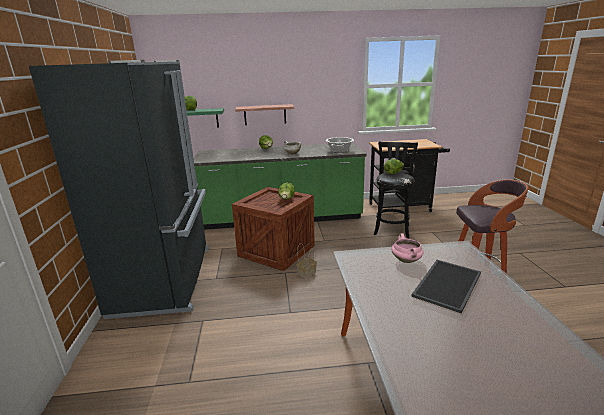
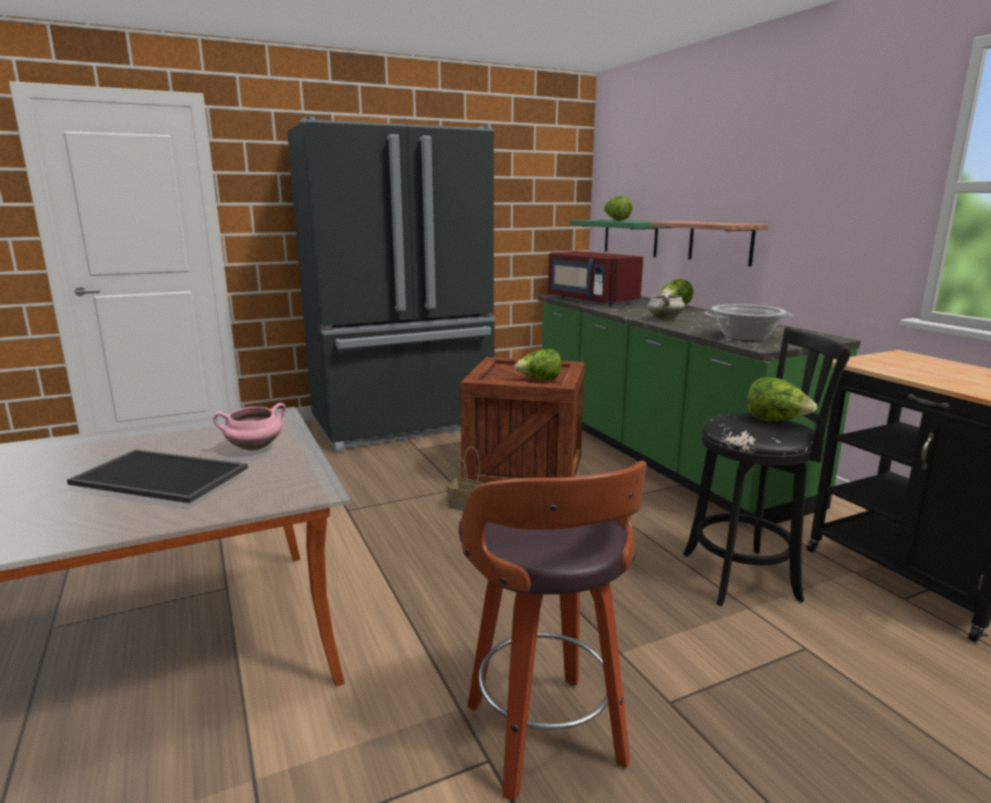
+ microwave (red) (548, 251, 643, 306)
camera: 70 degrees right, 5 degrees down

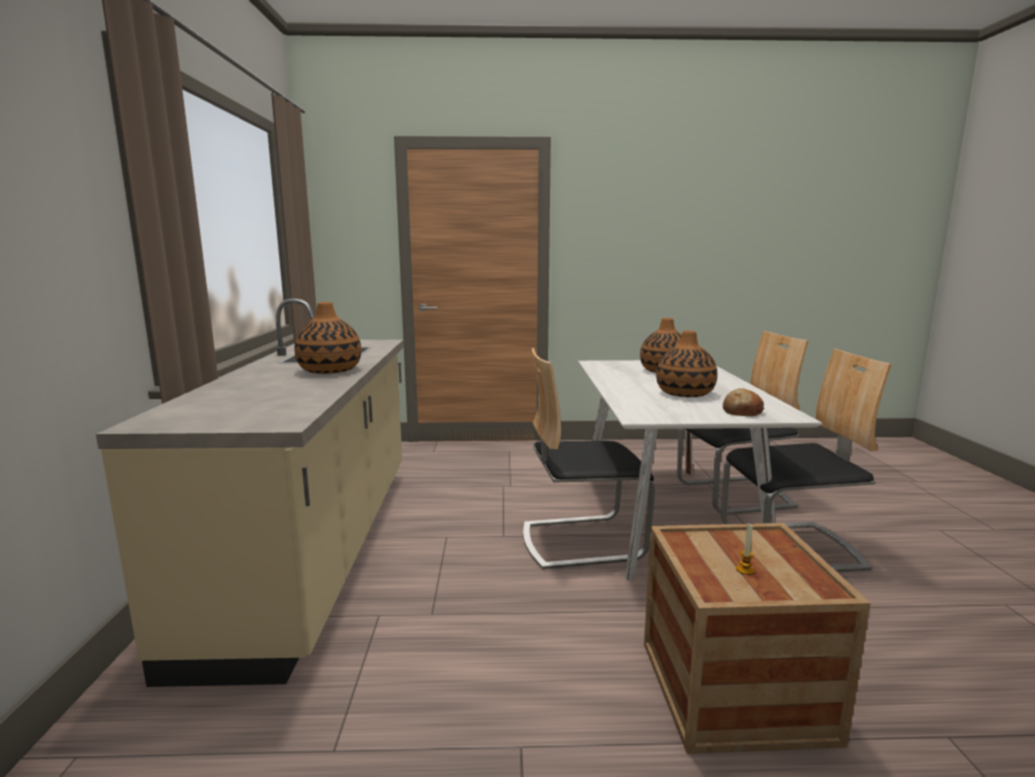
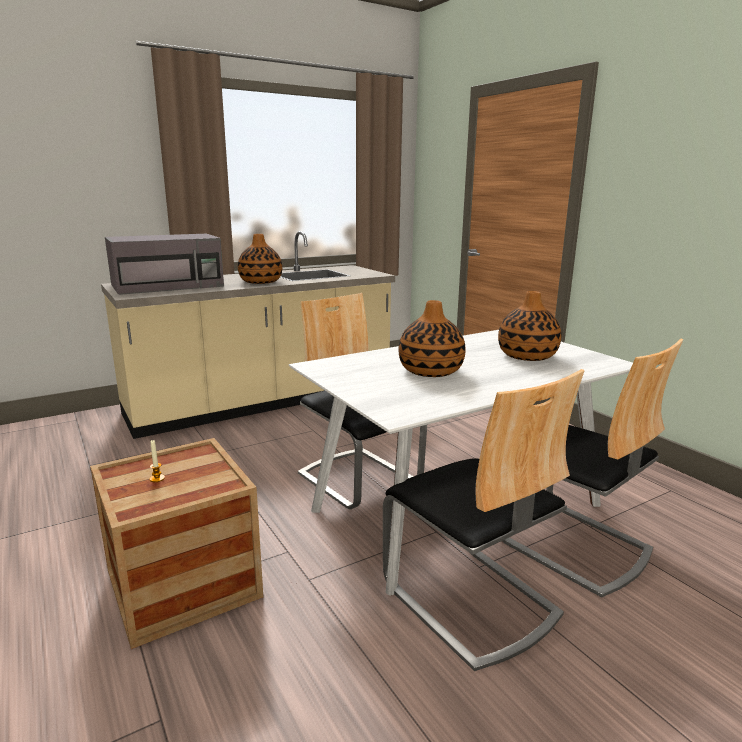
- bread (723, 388, 765, 416)
+ microwave (grey) (105, 234, 224, 295)
camera: 60 degrees right, 5 degrees up

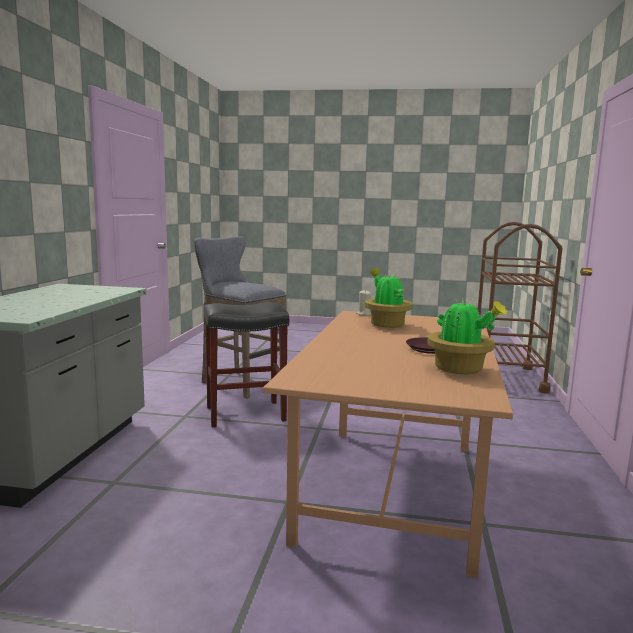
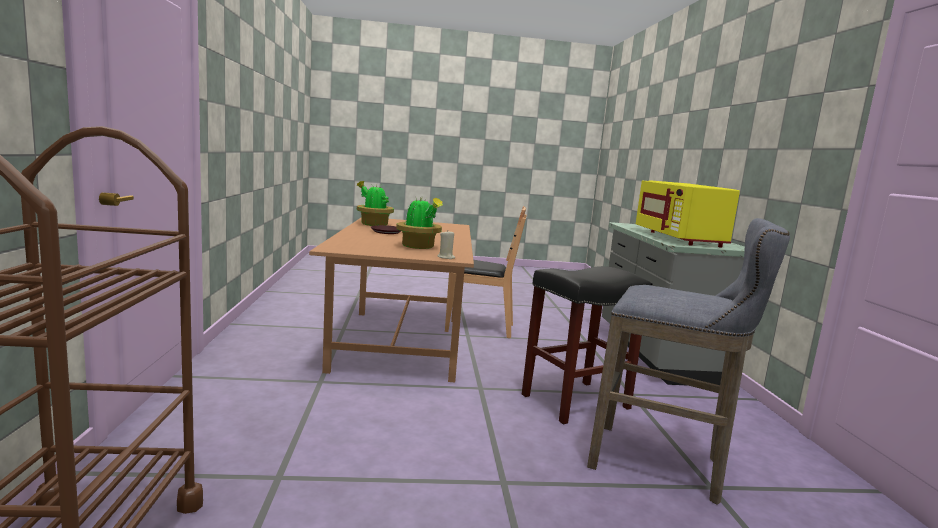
+ chair (brown) (445, 206, 527, 338)
+ microwave (yellow) (636, 180, 740, 248)
camera: 165 degrees right, 0 degrees up

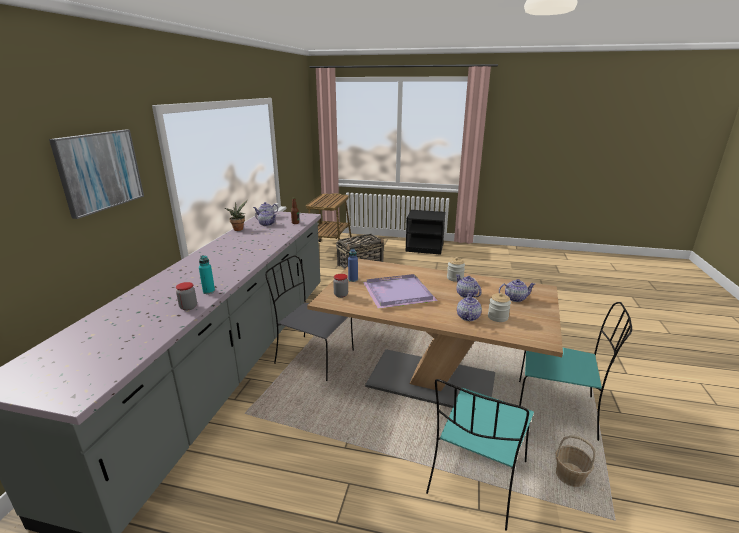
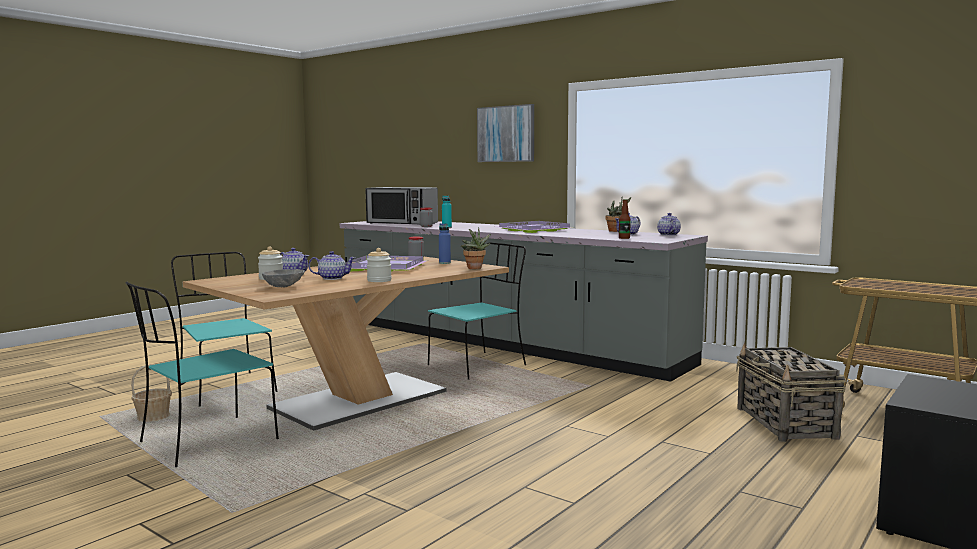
+ microwave (365, 187, 438, 224)
+ potted plant (461, 227, 491, 269)
+ tray (purple) (499, 221, 575, 233)
~ teapot (499, 279, 535, 302) to bowl (grey) (262, 269, 305, 287)
~ chair (grey) (265, 255, 354, 381) to chair (turquoise) (428, 243, 526, 380)
camera: 115 degrees right, 15 degrees down

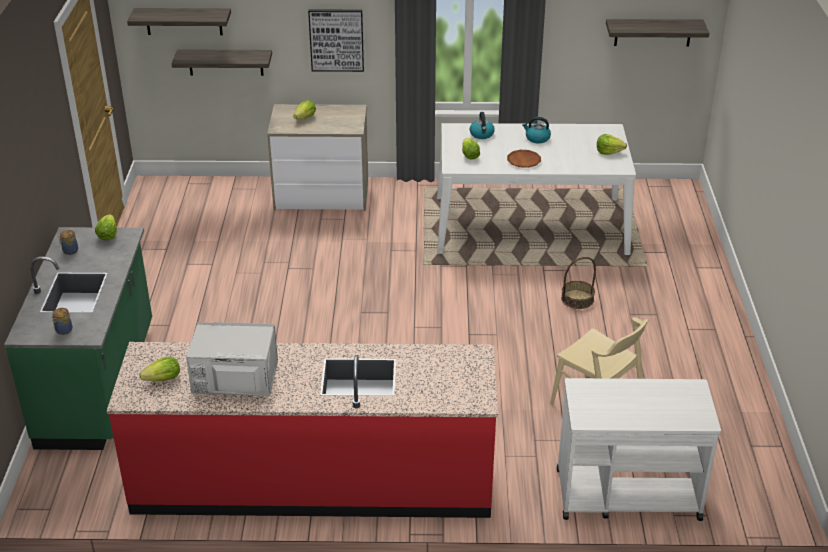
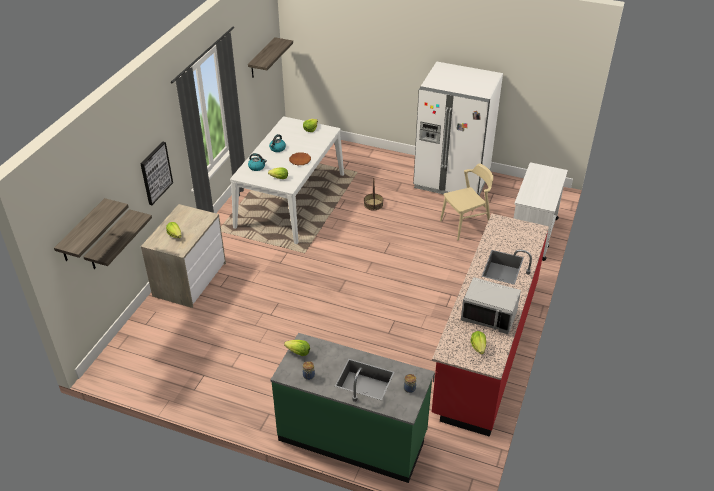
+ fridge (white) (413, 62, 503, 196)
~ microwave (grey) (186, 322, 278, 396) = (461, 277, 521, 334) 90 degrees counterclockwise
camera: 70 degrees left, 5 degrees up

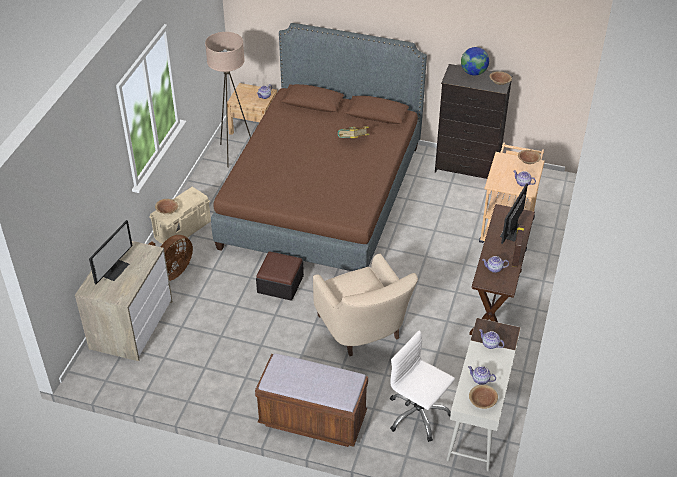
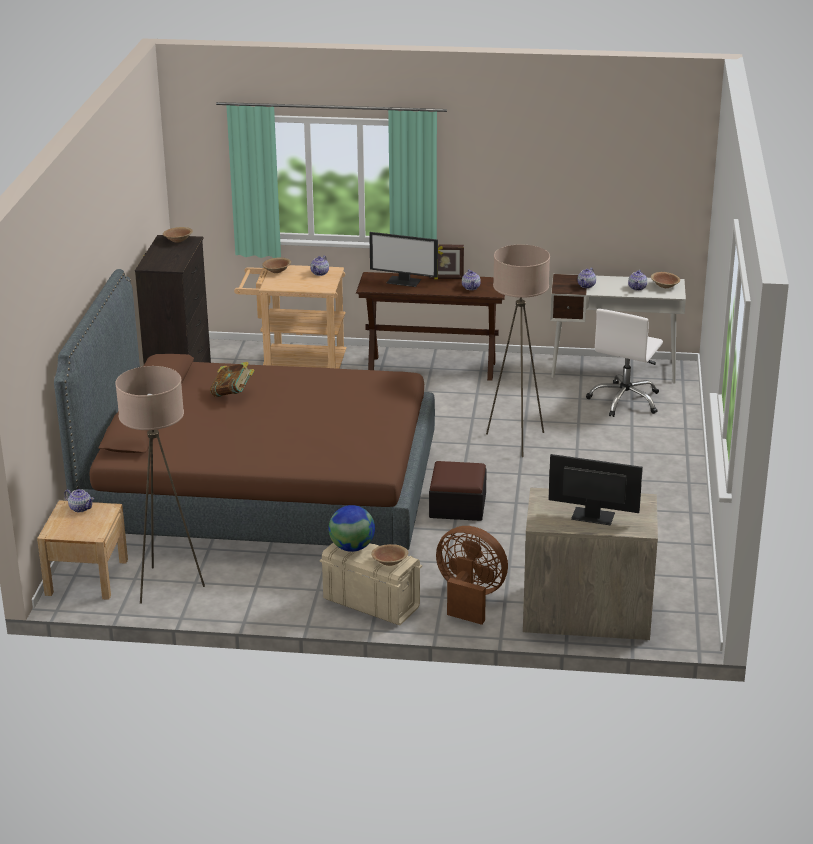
- bench (brown) (255, 353, 368, 447)
~ globe (461, 47, 489, 75) to (329, 505, 375, 552)
~ armchair (beige) (313, 254, 418, 356) to floor lamp (beige) (486, 245, 550, 457)
camera: 100 degrees left, 15 degrees down

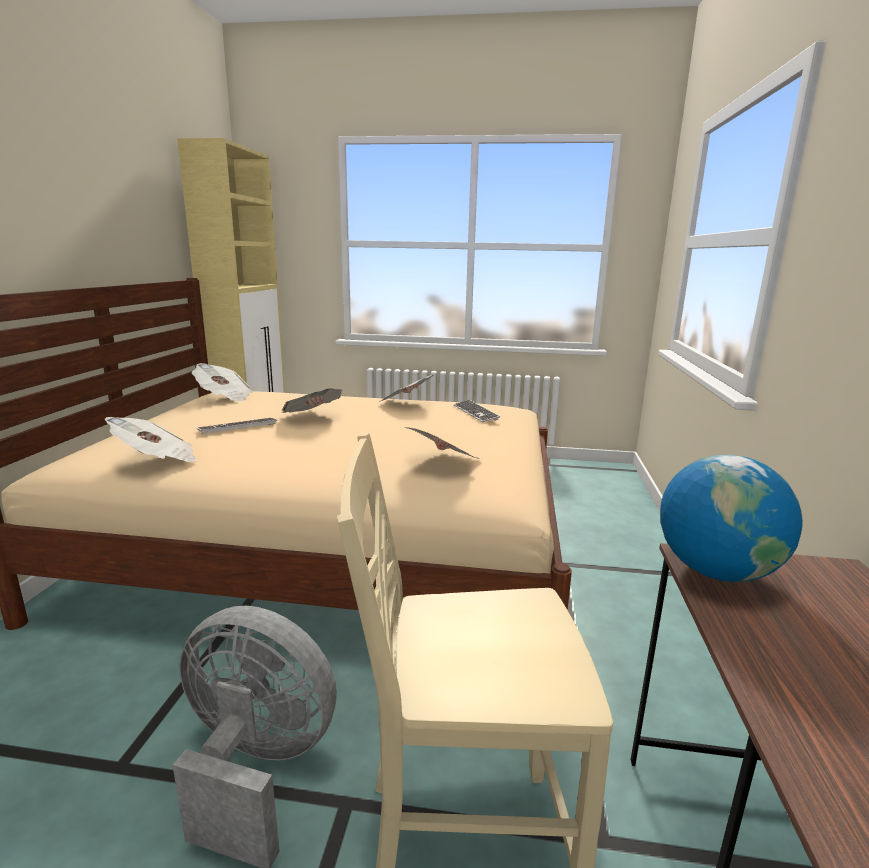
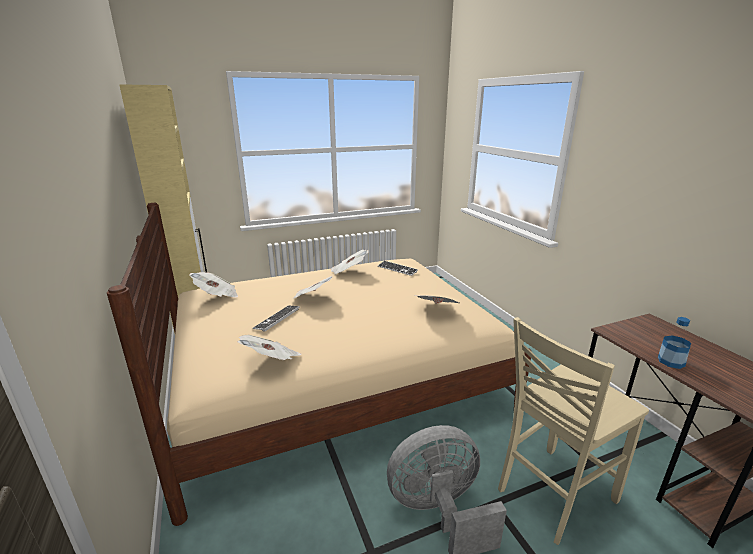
- globe (660, 455, 803, 582)
+ bottle (658, 317, 691, 369)
camera: 30 degrees left, 5 degrees up

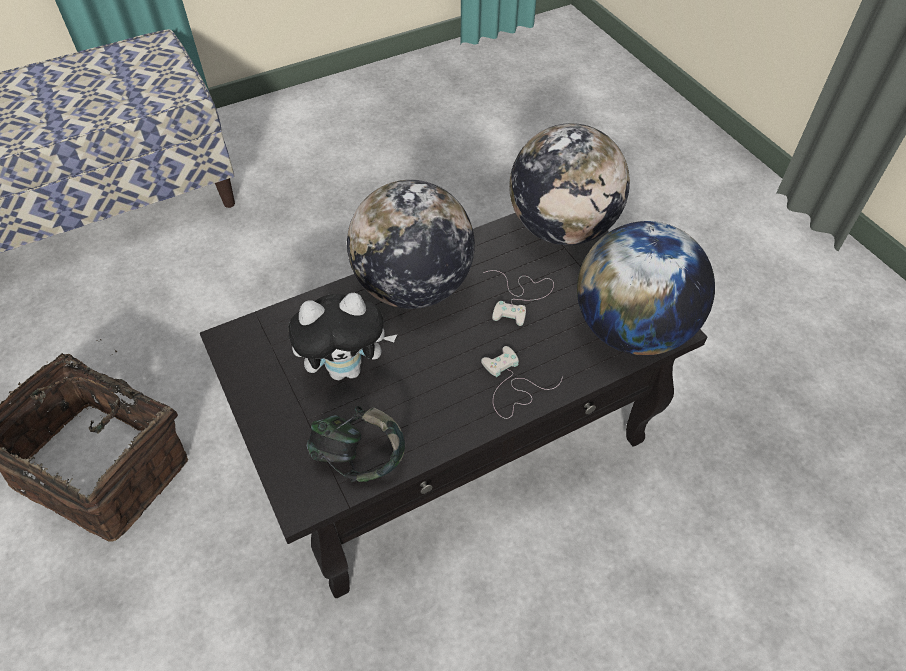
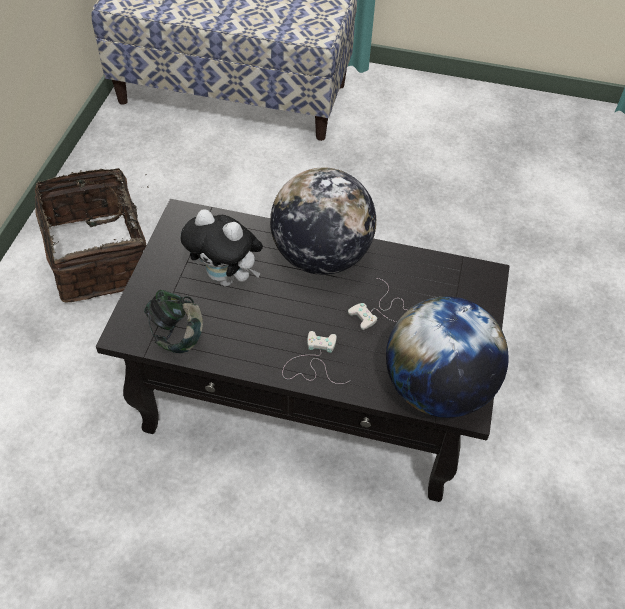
- globe (509, 123, 630, 245)
camera: 40 degrees right, 0 degrees up

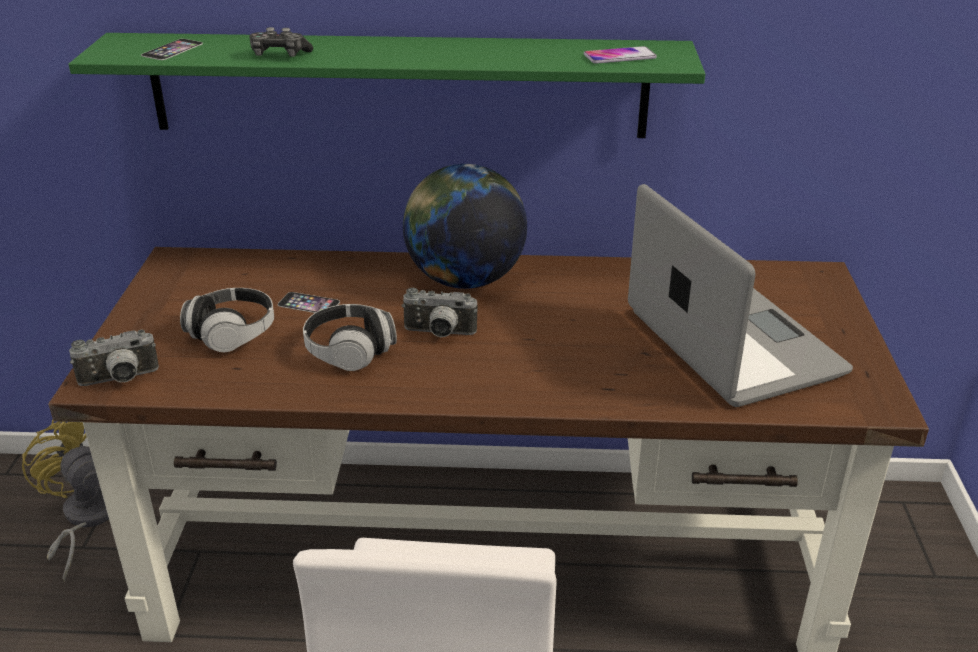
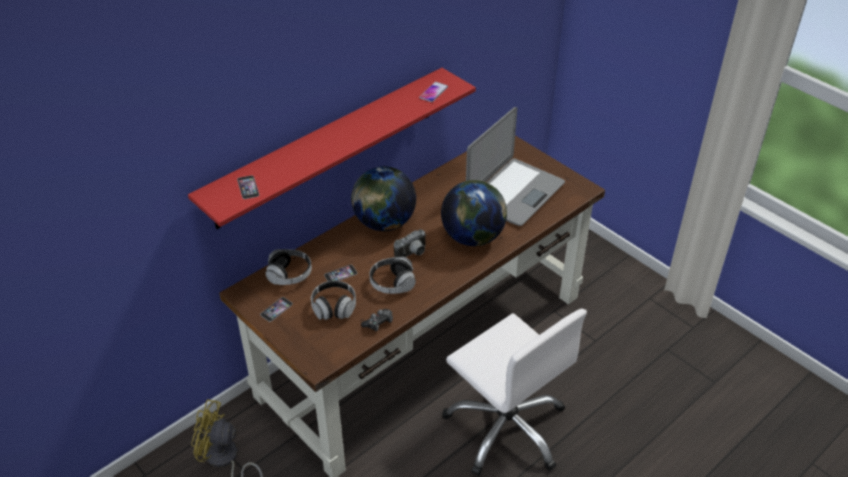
- photo camera (69, 329, 159, 386)
+ phone (260, 297, 293, 322)
+ headphones (265, 249, 312, 285)
+ globe (441, 180, 507, 246)
~ game controller (249, 27, 313, 57) to (361, 309, 393, 331)
~ shelf (green) (69, 33, 705, 138) to shelf (red) (188, 68, 476, 229)
~ laptop (628, 184, 853, 407) = (466, 107, 565, 226) 105 degrees clockwise
camera: 45 degrees left, 10 degrees up

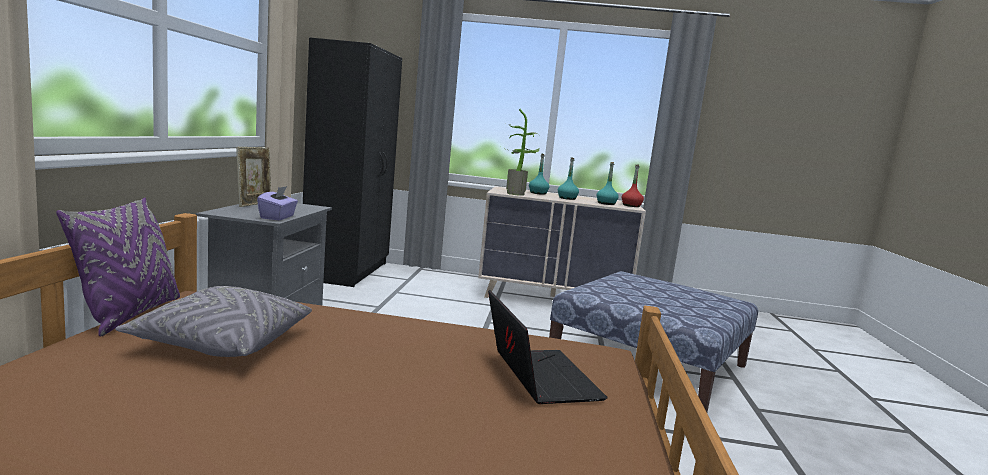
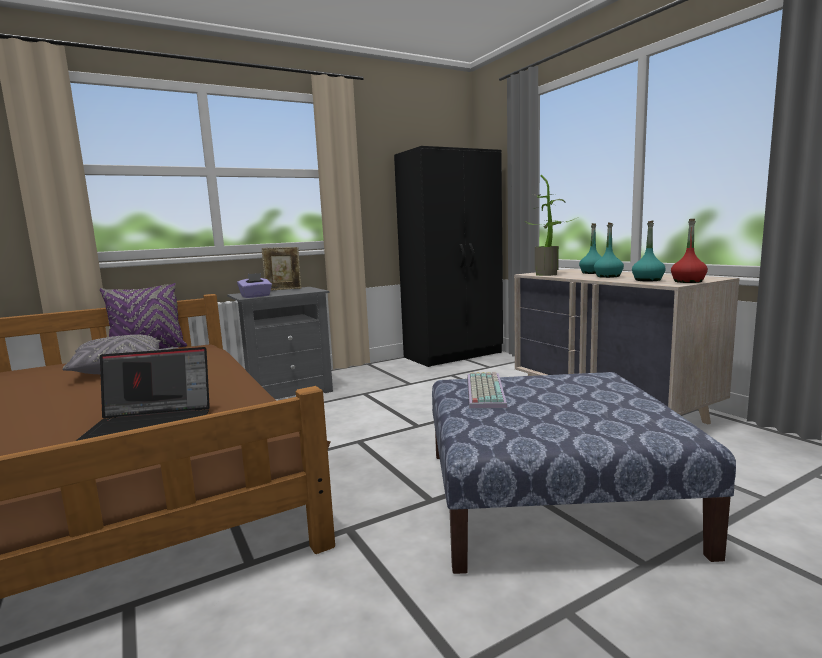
+ keyboard (467, 372, 508, 409)
~ laptop (488, 290, 608, 404) = (76, 347, 210, 441) 45 degrees clockwise
camera: 55 degrees right, 0 degrees up

